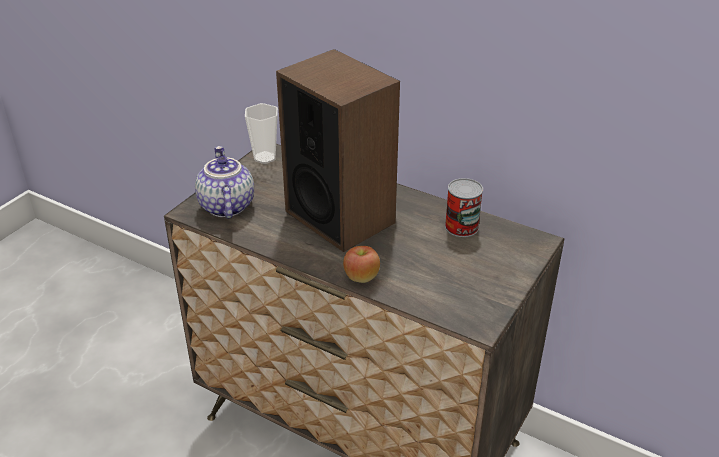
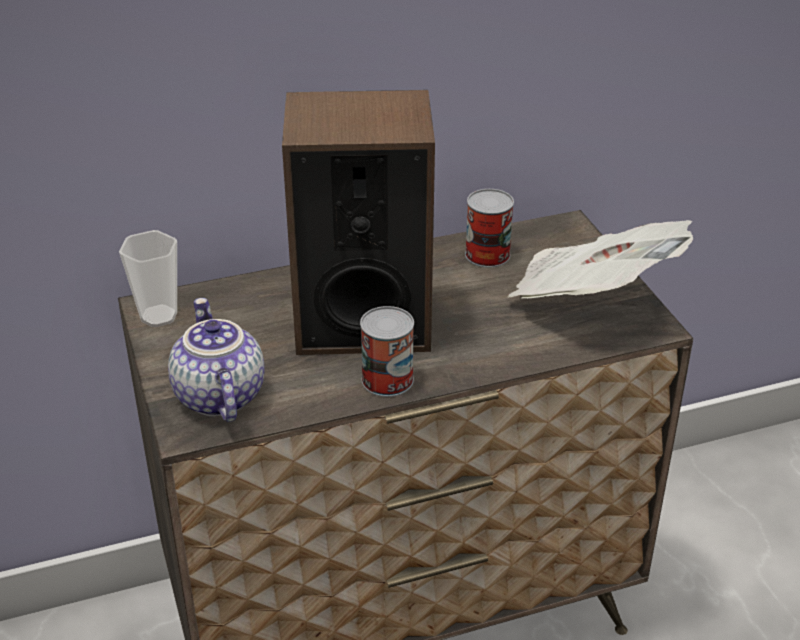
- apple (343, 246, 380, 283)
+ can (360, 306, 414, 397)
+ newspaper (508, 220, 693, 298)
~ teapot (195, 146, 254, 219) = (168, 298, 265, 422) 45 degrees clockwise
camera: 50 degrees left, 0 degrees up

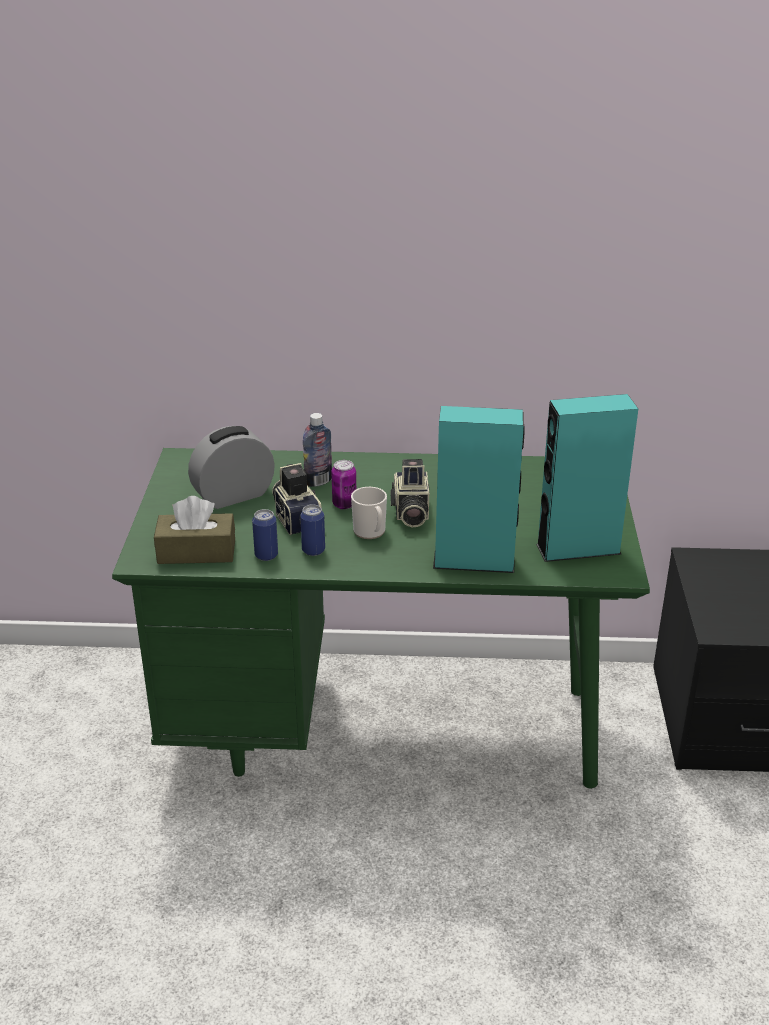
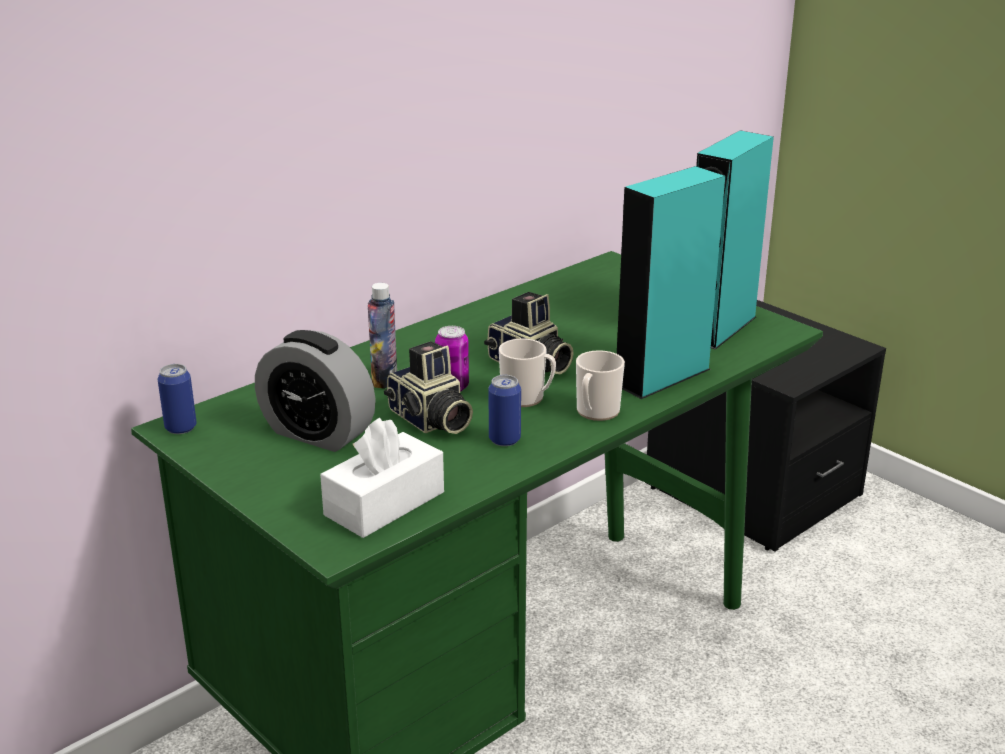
+ mug (576, 350, 625, 421)
~ can (252, 509, 278, 561) to (158, 364, 197, 434)
~ tissue box (brown) (154, 496, 235, 564) to tissue box (white) (320, 418, 444, 538)
~ alarm clock (188, 426, 275, 509) = (255, 330, 376, 452) 75 degrees counterclockwise
~ photo camera (272, 463, 325, 535) = (384, 341, 473, 434) 150 degrees counterclockwise
camera: 45 degrees left, 5 degrees down

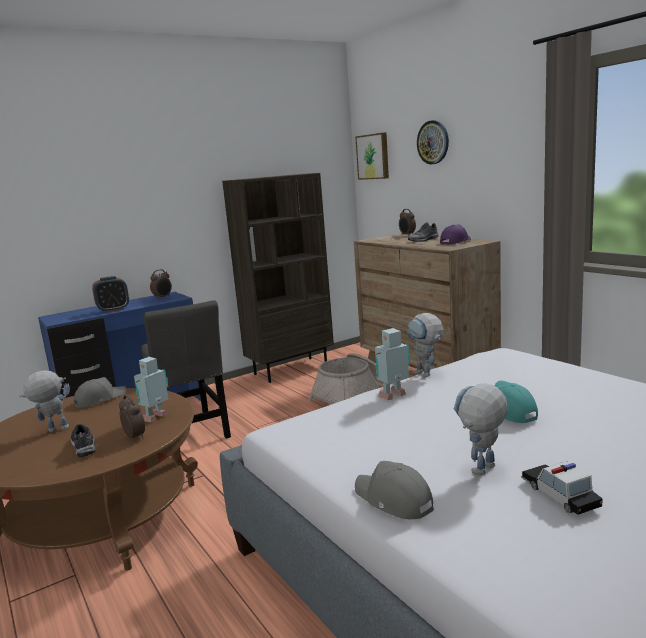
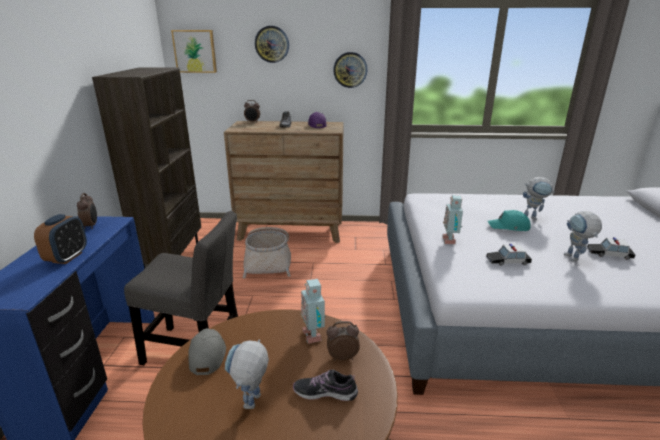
- cap (grey) (355, 461, 434, 519)
+ wall clock (333, 52, 367, 88)
+ toy car (486, 243, 532, 266)
~ toy robot (407, 313, 444, 378) to (523, 177, 555, 220)
camera: 55 degrees left, 10 degrees up

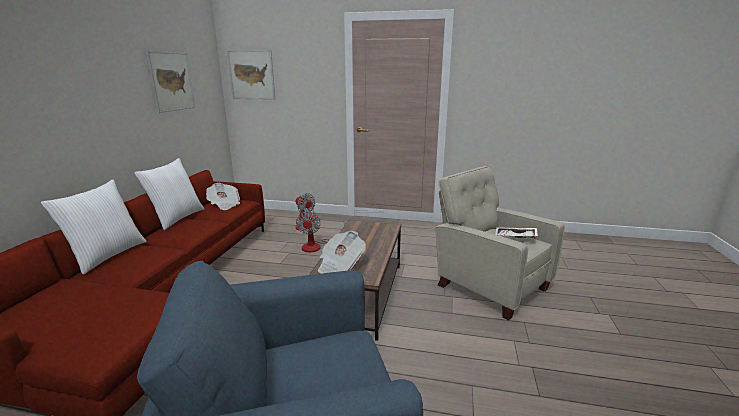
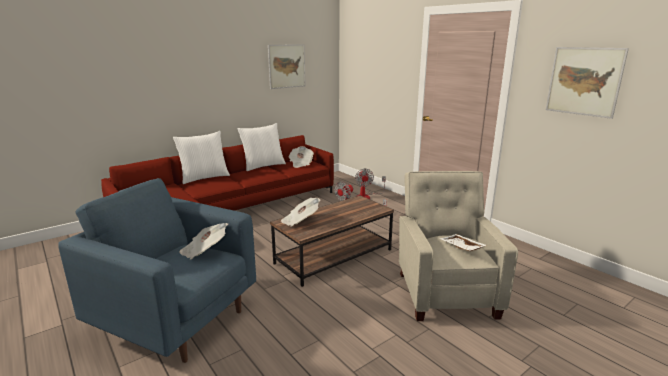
+ newspaper (179, 223, 228, 260)
~ picture (227, 50, 275, 100) to (546, 47, 629, 119)
camera: 40 degrees right, 0 degrees up

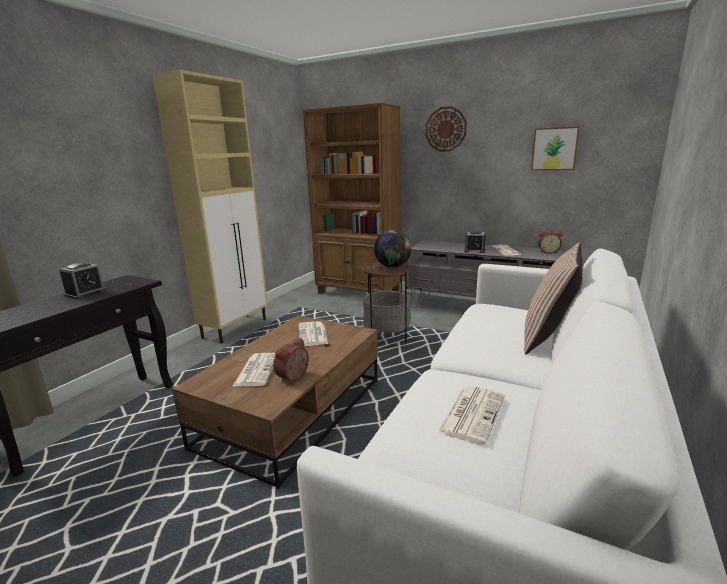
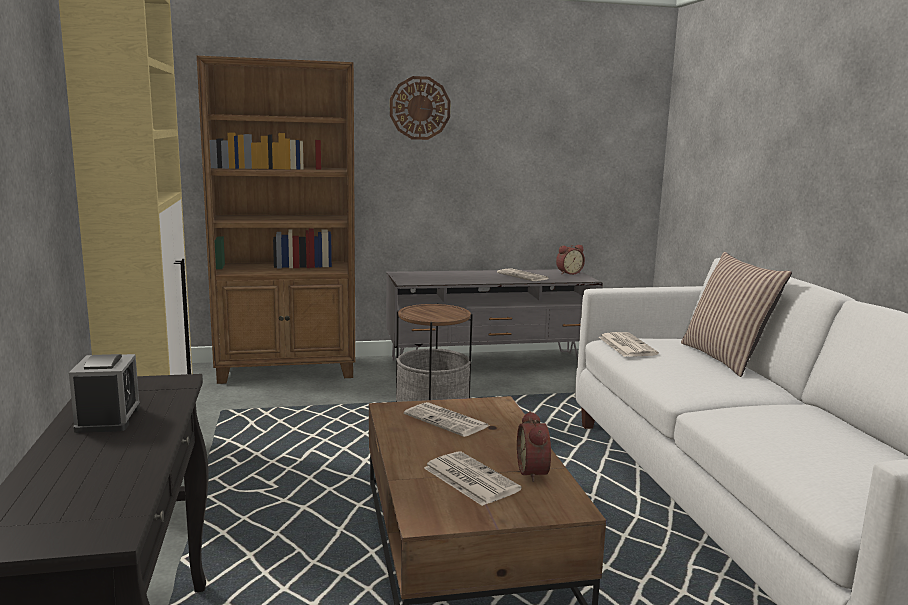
- globe (374, 230, 412, 268)
- alarm clock (464, 231, 486, 253)
- picture (531, 126, 580, 170)
~ newspaper (437, 386, 505, 445) to (599, 332, 659, 357)
camera: 40 degrees left, 5 degrees down

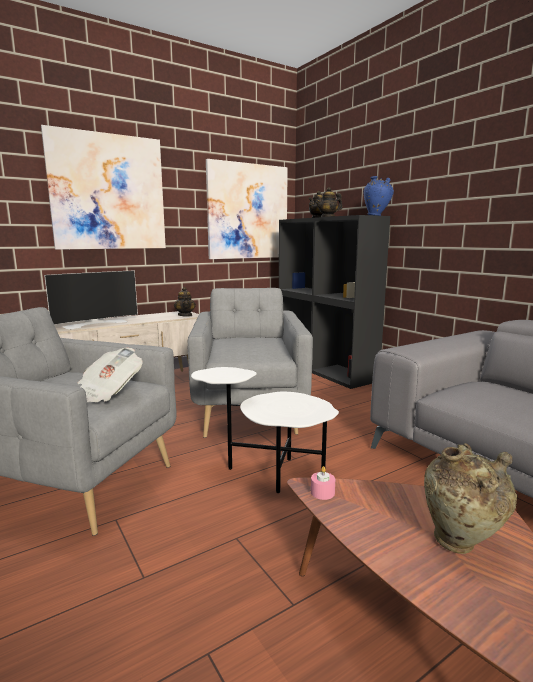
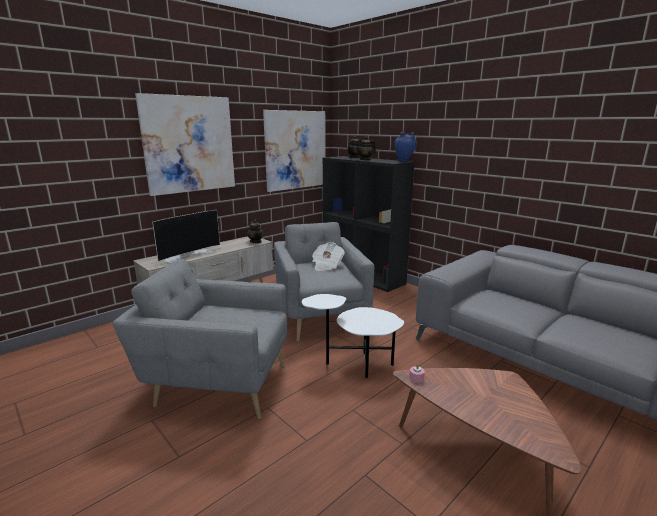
- vase (beige) (424, 443, 517, 554)
~ newspaper (78, 348, 143, 402) to (312, 242, 345, 271)
camera: 10 degrees left, 5 degrees up

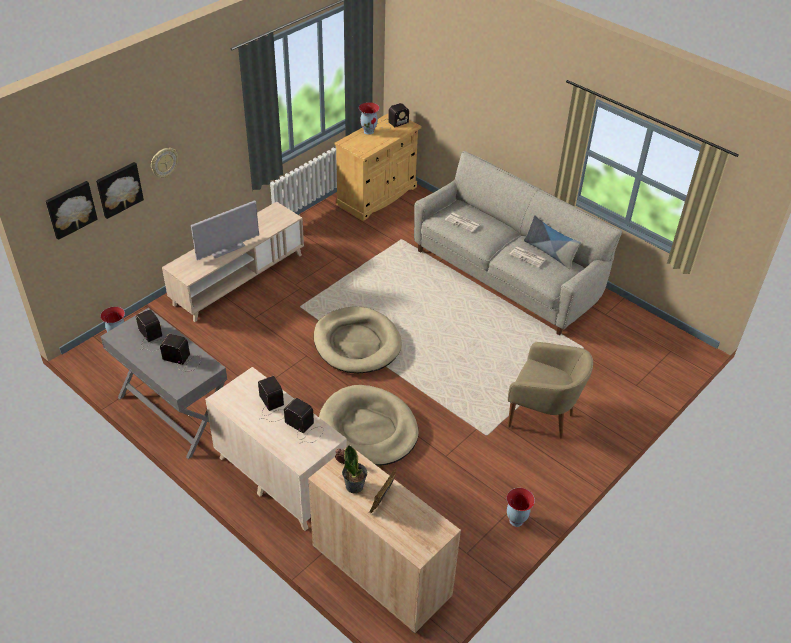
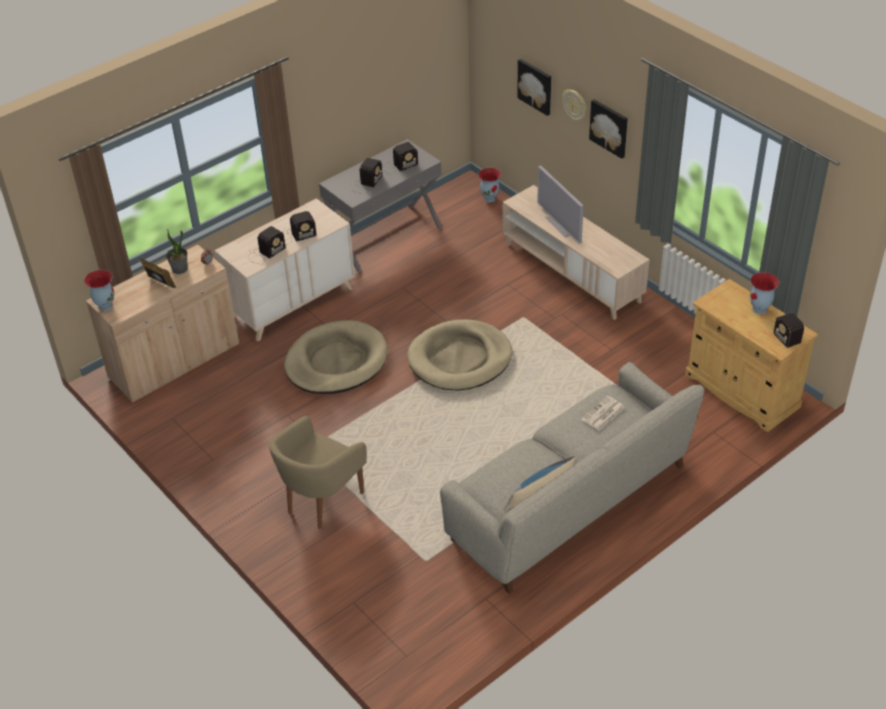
- newspaper (509, 246, 547, 268)
~ picture (46, 181, 98, 240) to (589, 99, 628, 159)
~ vase (507, 488, 535, 527) to (84, 270, 114, 311)
camera: 100 degrees right, 0 degrees up

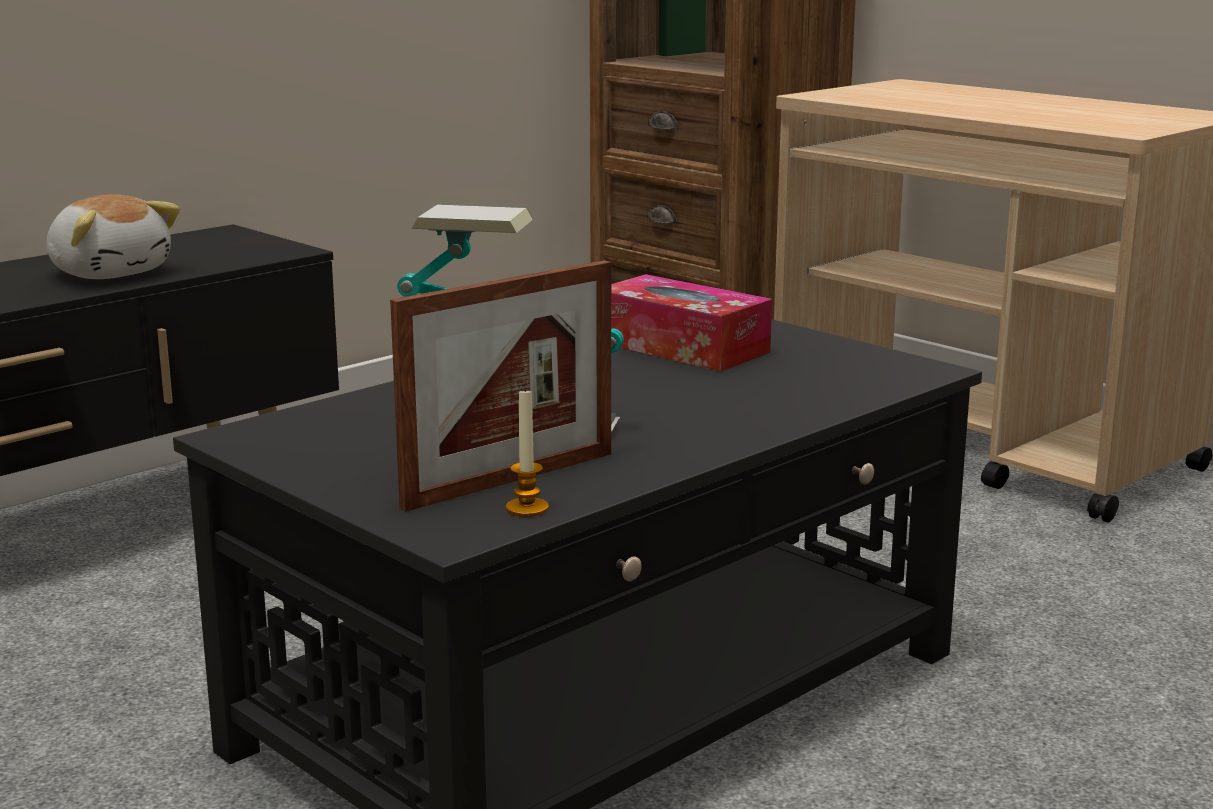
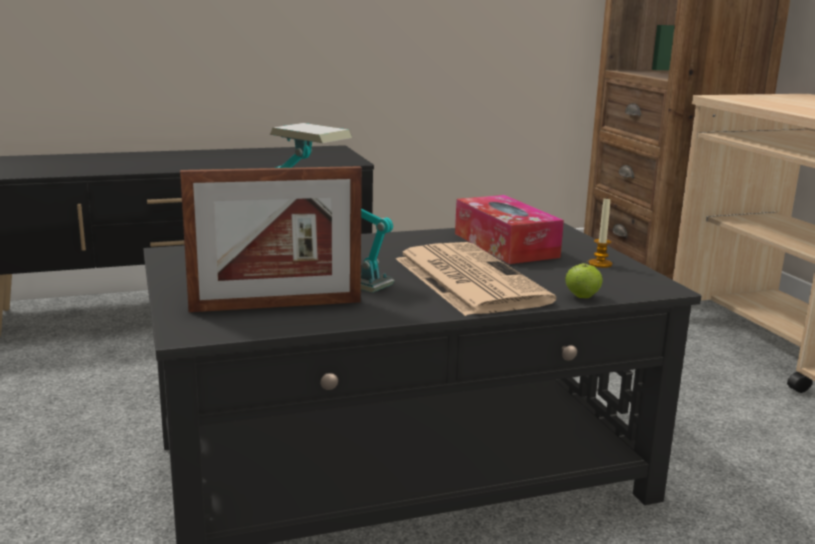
- plush toy (46, 194, 180, 279)
+ newspaper (396, 242, 556, 316)
+ apple (565, 258, 603, 298)
~ candle (506, 387, 549, 517) to (589, 199, 612, 268)
camera: 25 degrees right, 0 degrees up

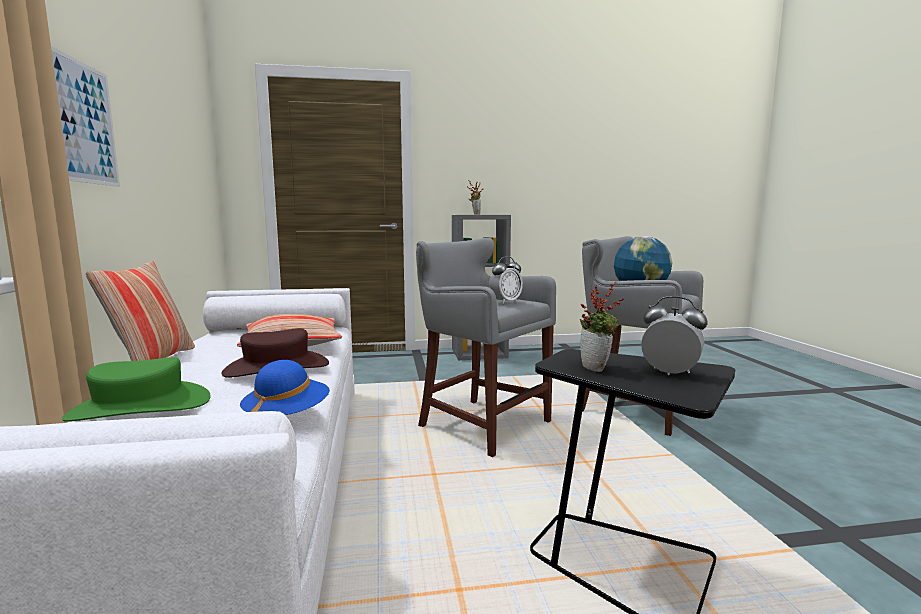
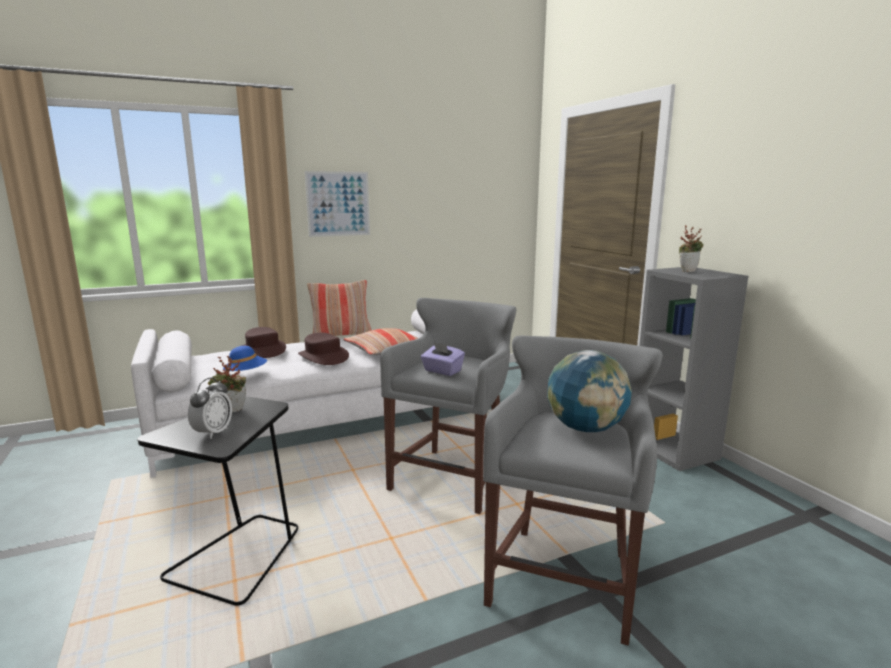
~ alarm clock (489, 256, 523, 304) to tissue box (purple) (421, 342, 465, 376)
~ hat (green) (62, 357, 211, 422) to hat (brown) (241, 327, 286, 358)
camera: 75 degrees right, 5 degrees up

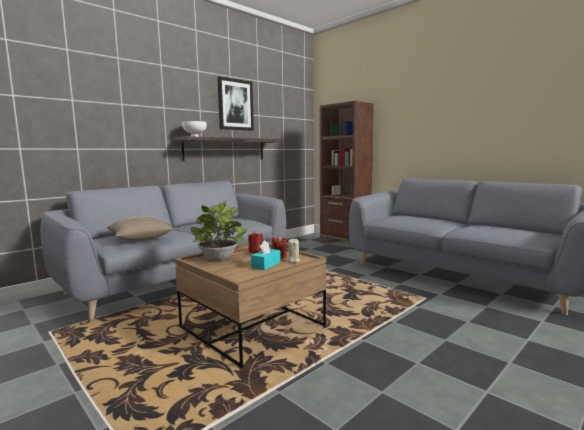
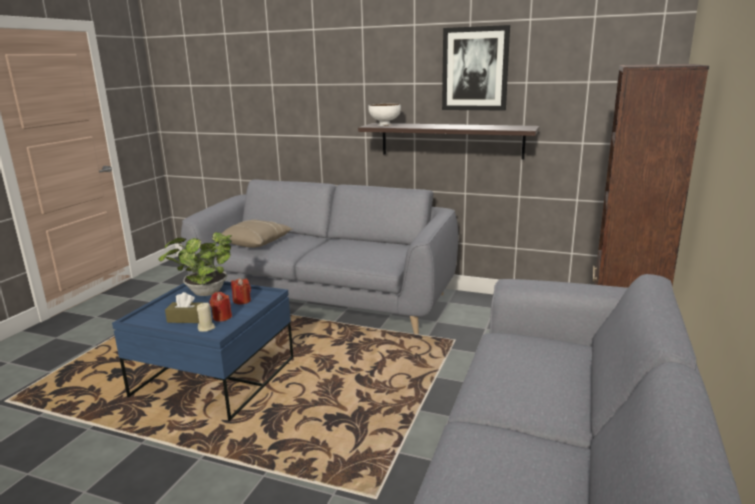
~ coffee table (brown) (175, 243, 326, 368) to coffee table (blue) (112, 281, 294, 421)
~ tissue box (turquoise) (251, 240, 281, 270) to tissue box (brown) (165, 292, 204, 323)
camera: 65 degrees right, 10 degrees up

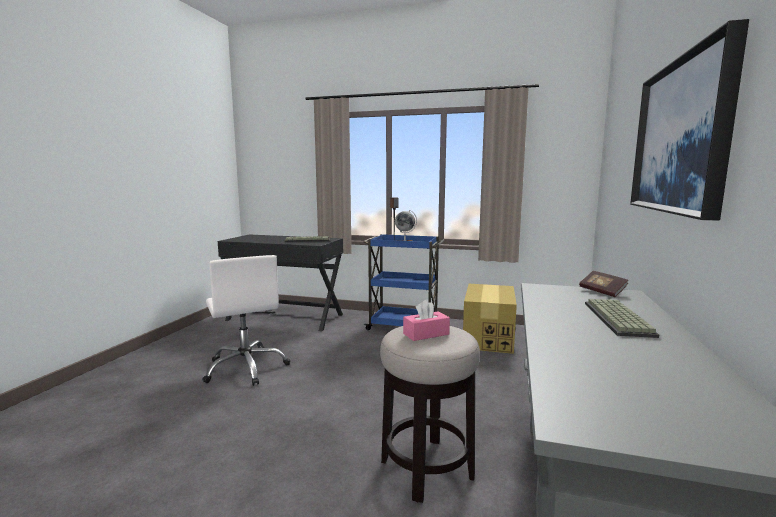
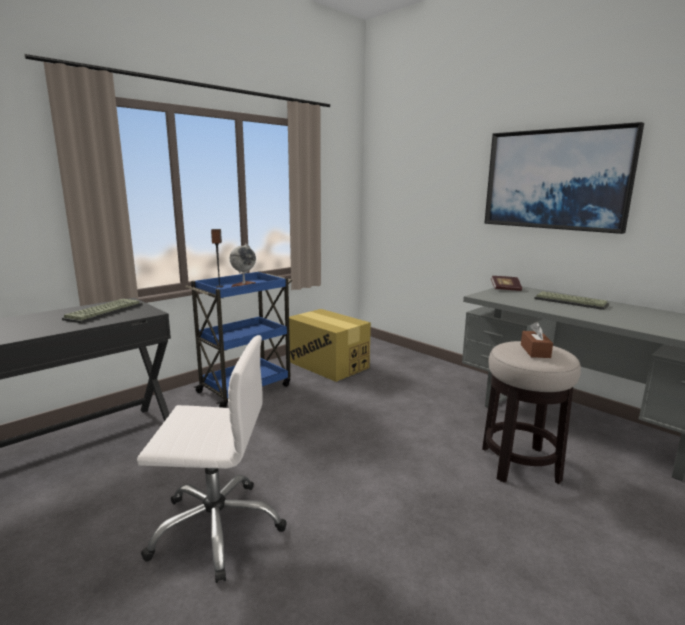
~ tissue box (pink) (403, 300, 450, 341) to tissue box (brown) (521, 322, 553, 358)
camera: 60 degrees left, 5 degrees up

